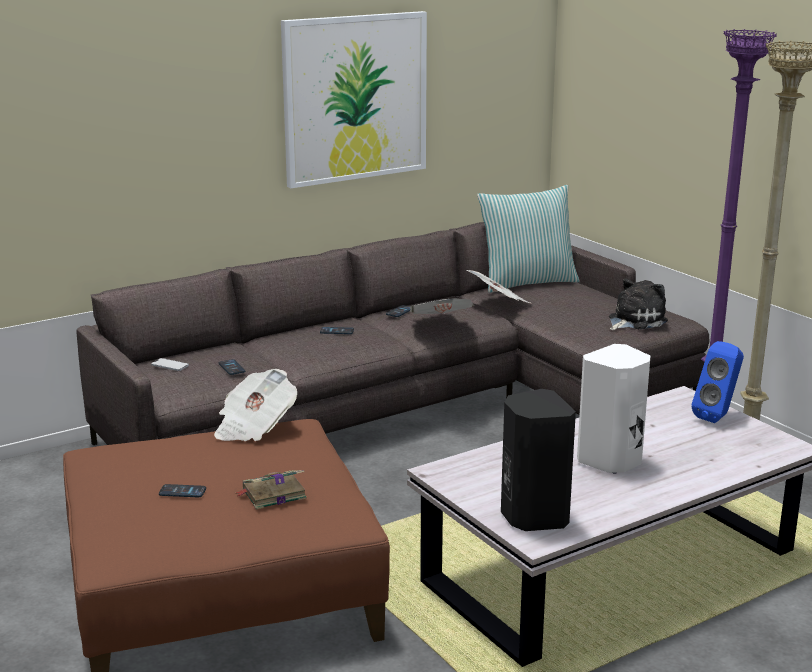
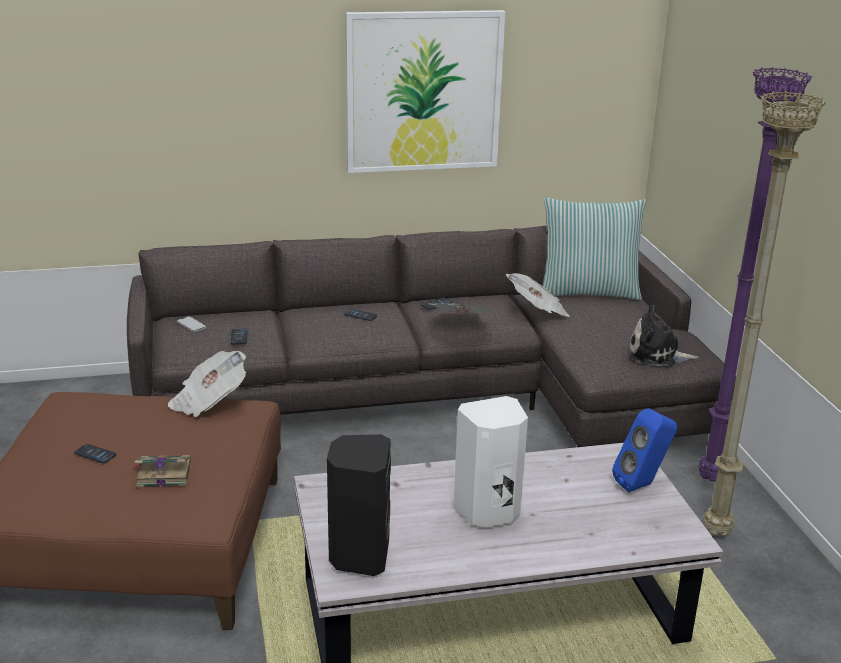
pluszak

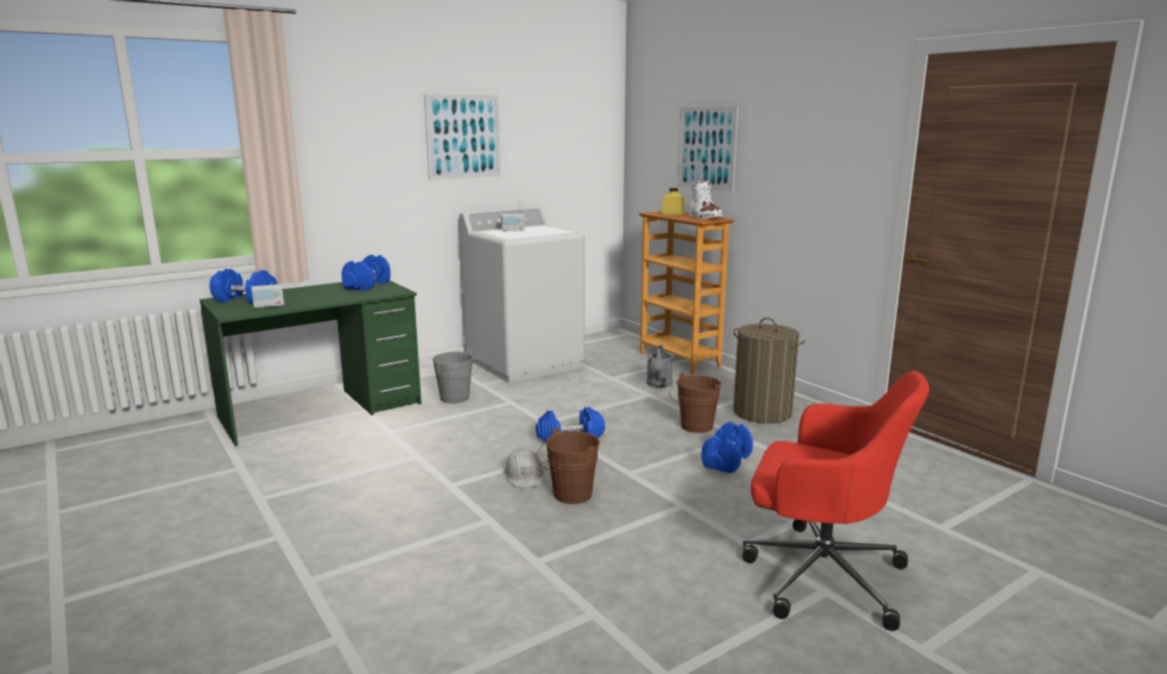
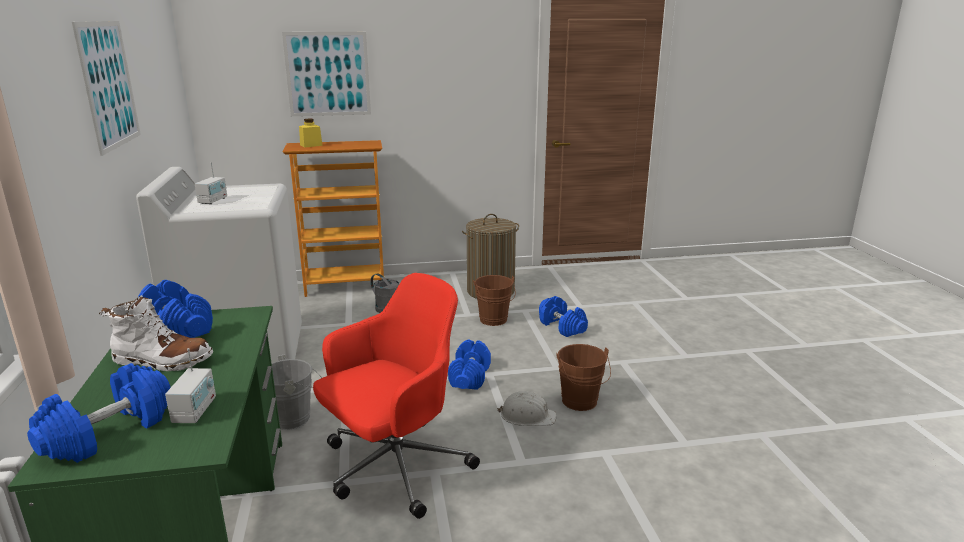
but z cholewką [biały]; krzesło biurowe [czerwony]

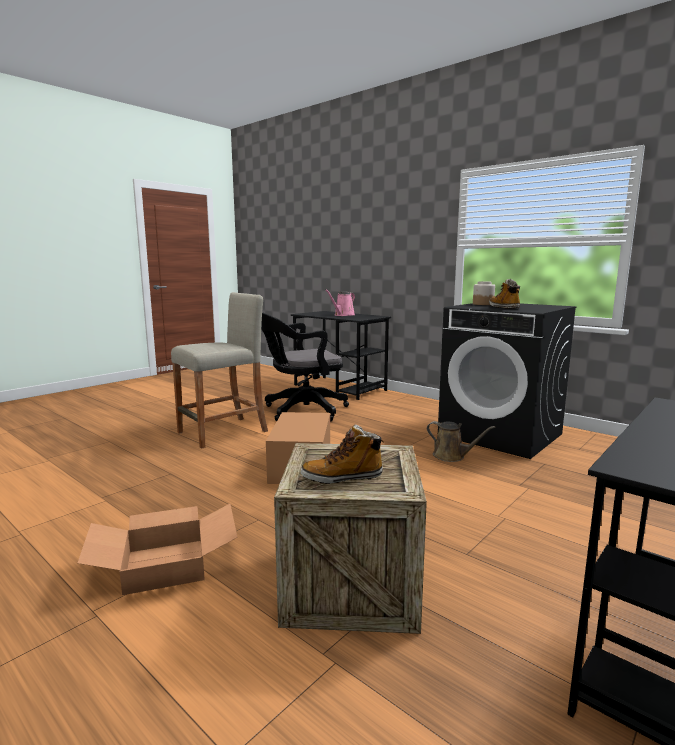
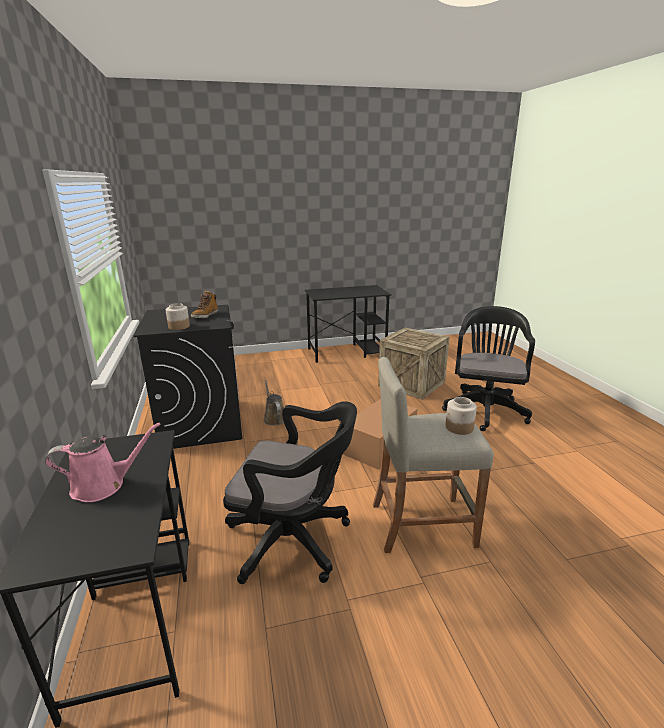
krzesło biurowe [czarny] (2nd from left); but z cholewką (1st from left in the first image); słoik (2nd from left)

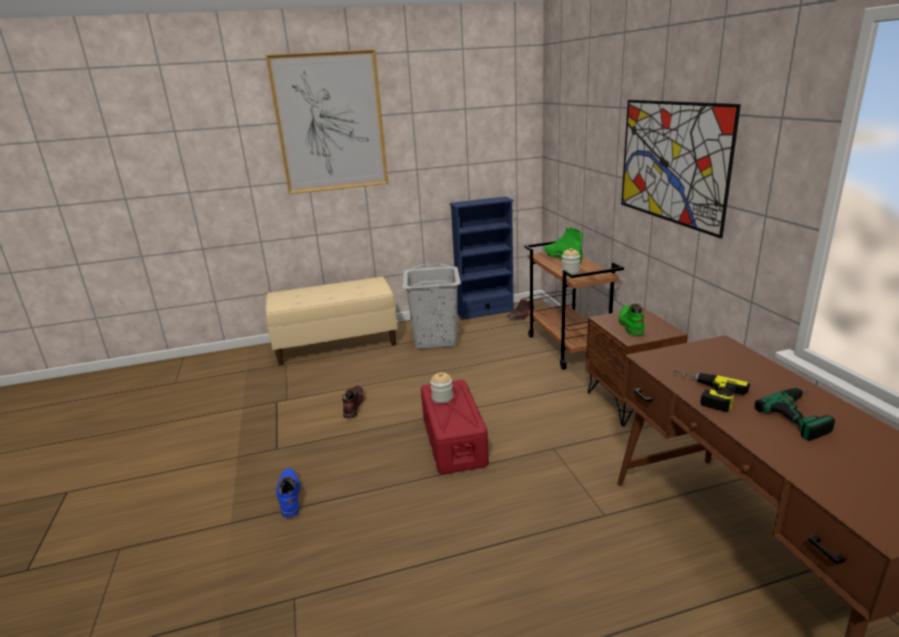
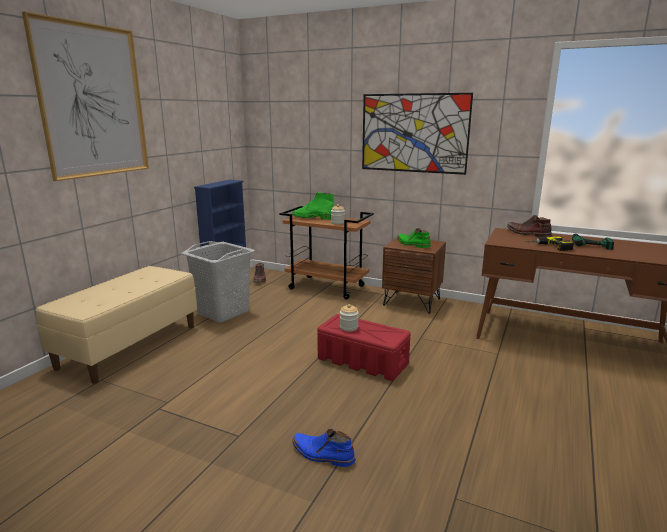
but z cholewką [brązowy] (2nd from left)

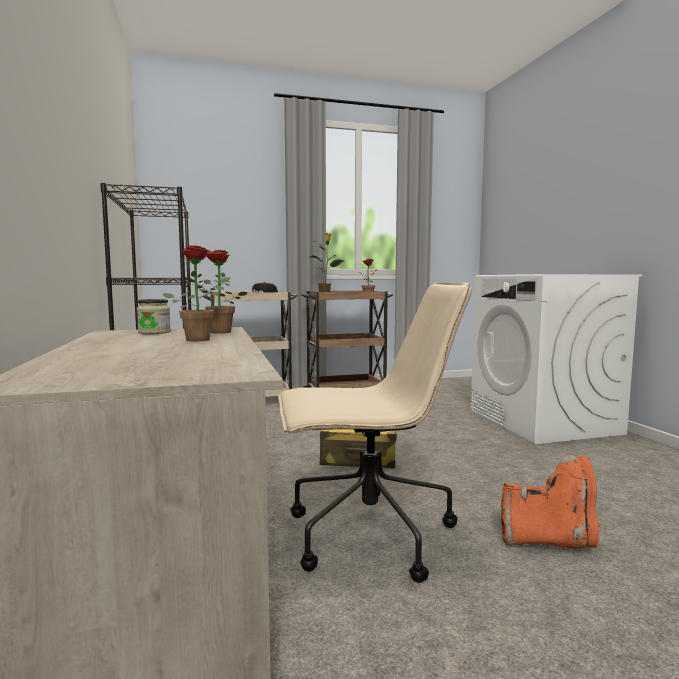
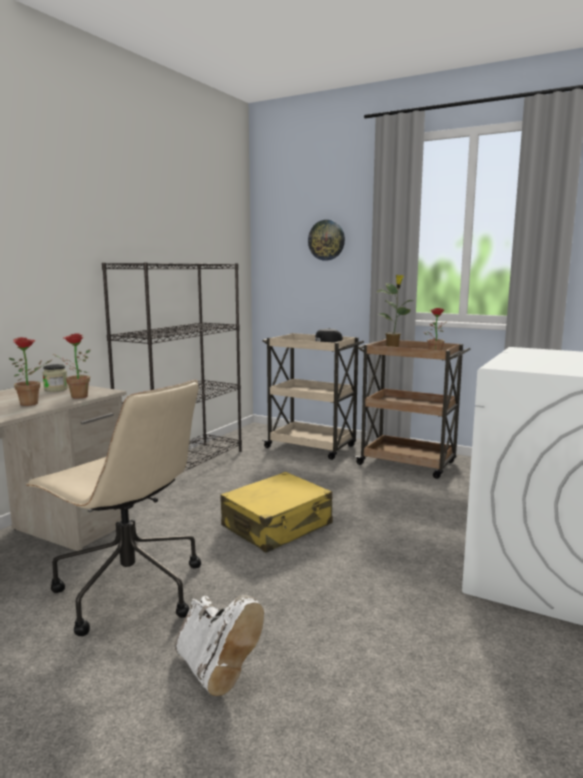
but z cholewką [biały]; zegar ścienny

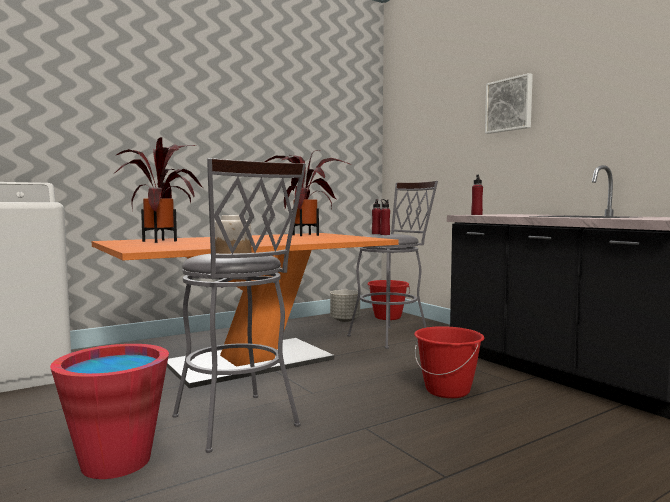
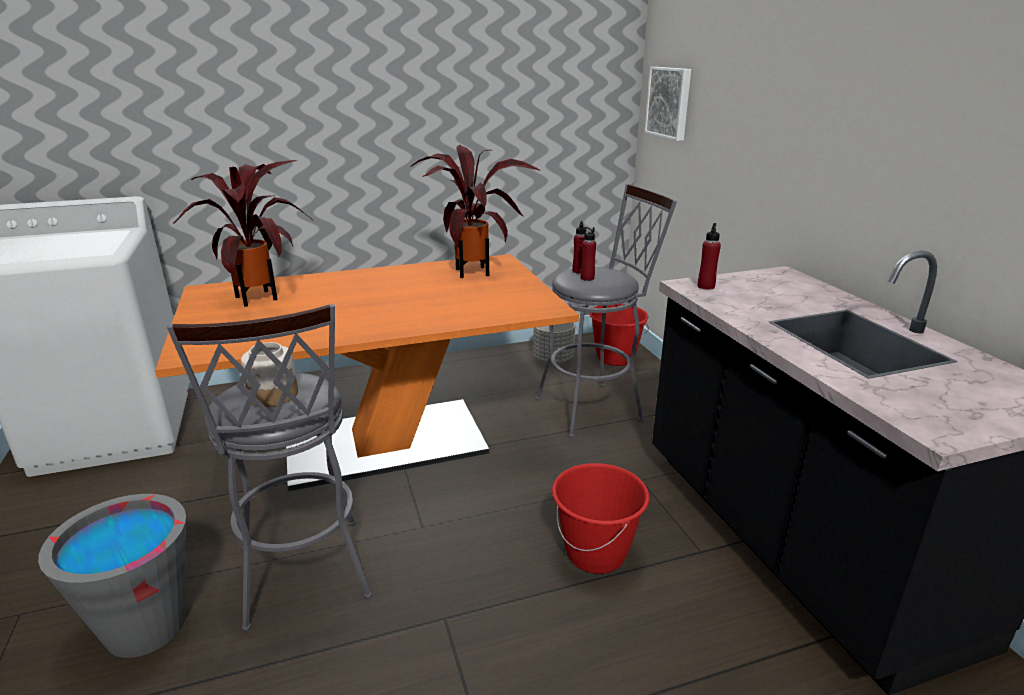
wiadro [szary]; obraz

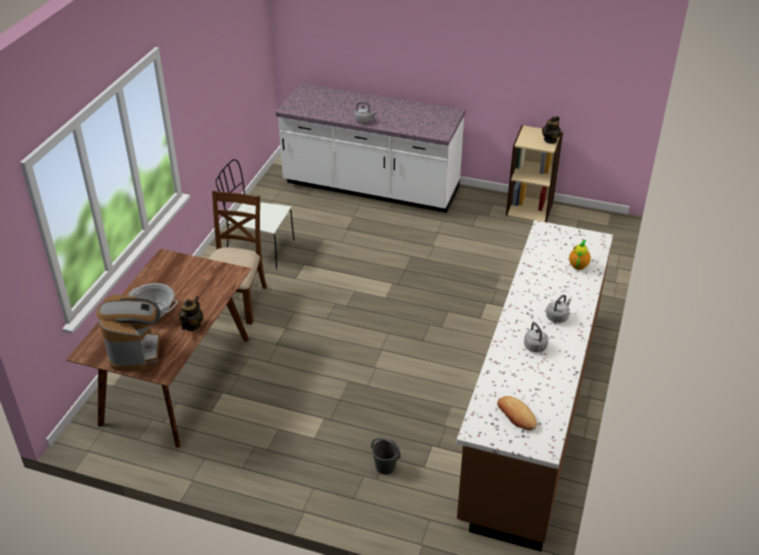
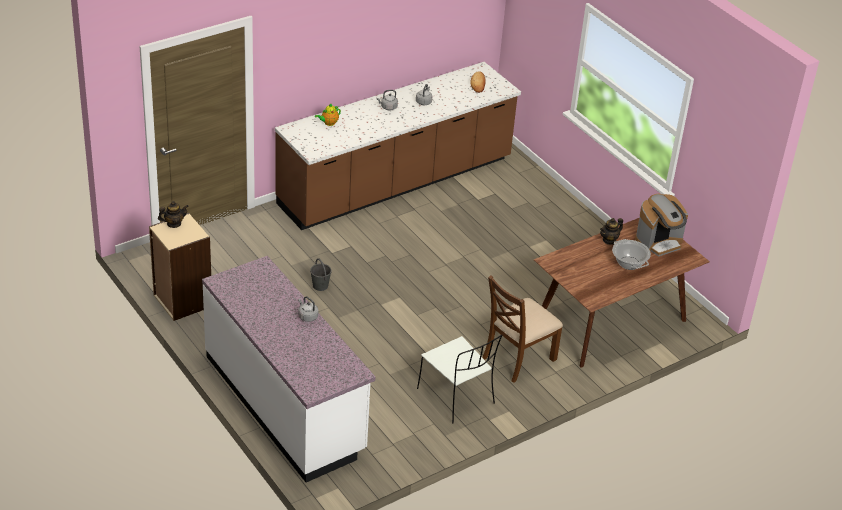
ekspres do kawy; wiadro [szary]

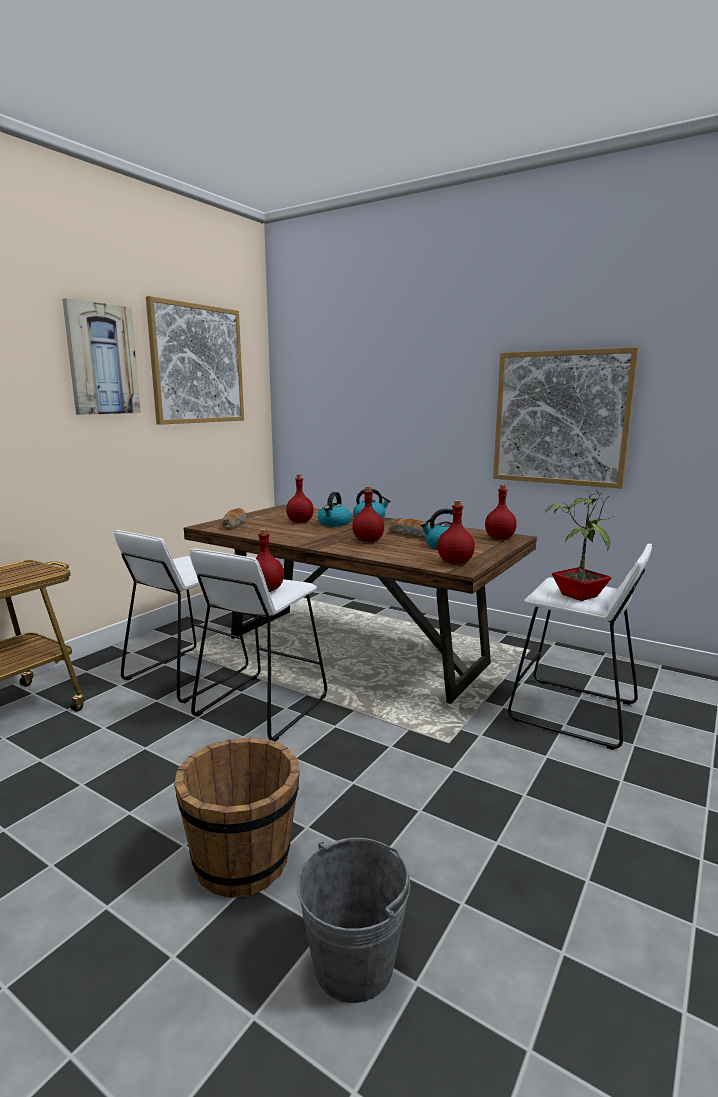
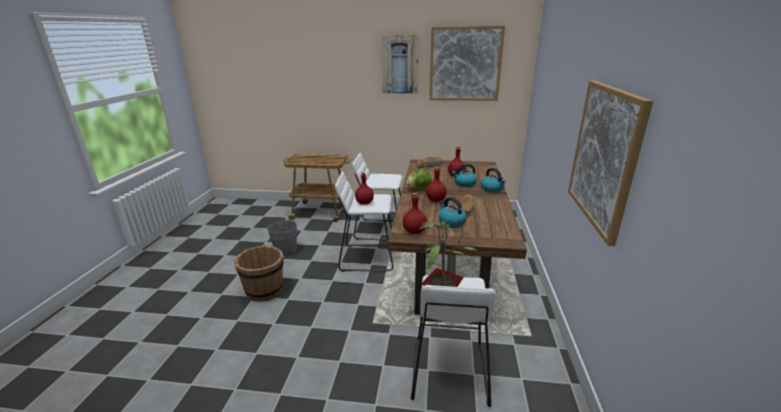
wiadro [szary]; butelka [czerwony] (5th from left in the first image); sałata

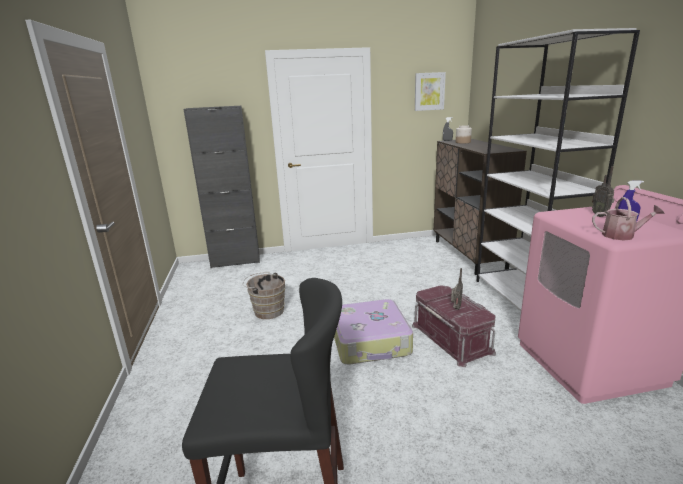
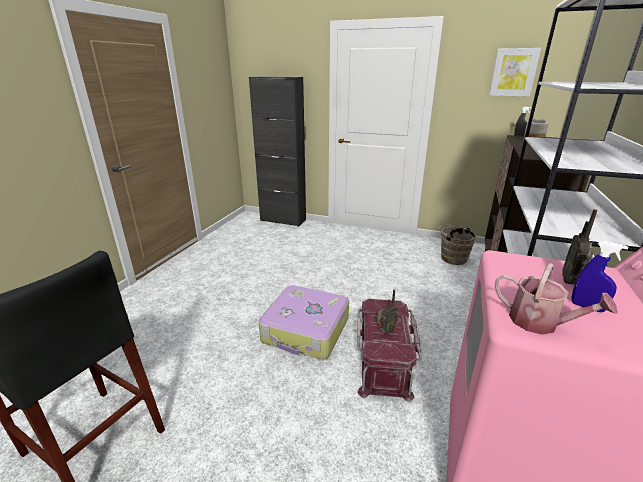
wiadro [brązowy]

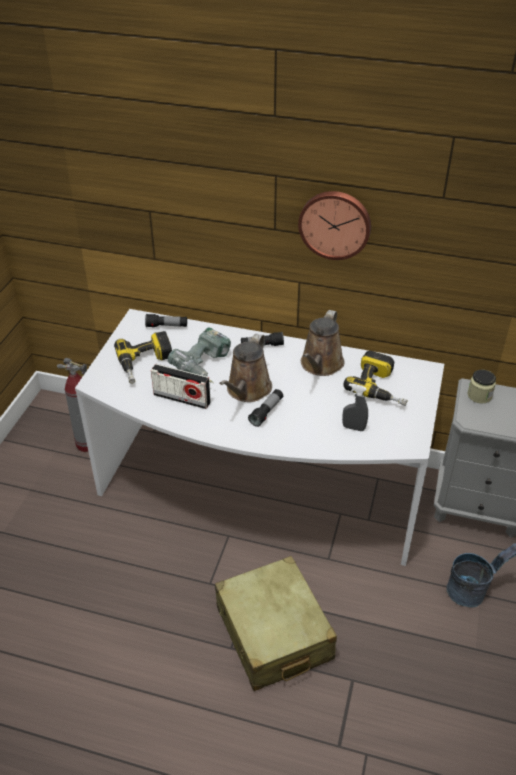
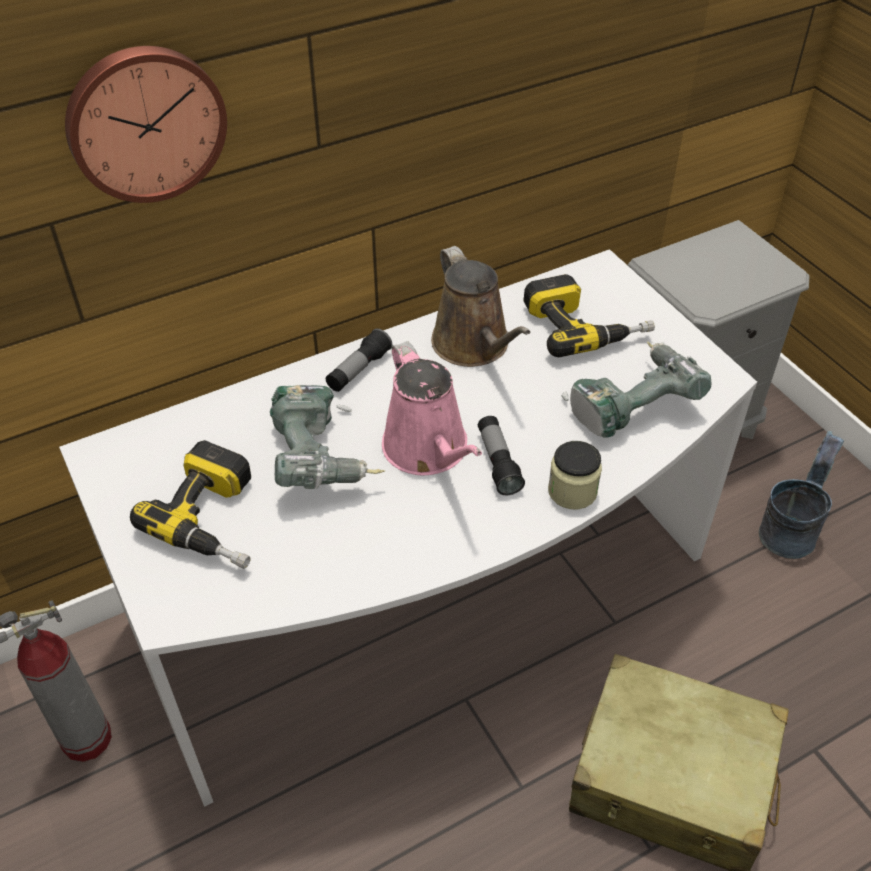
latarka (1st from left in the first image); radio; konewka [różowy]; zegar ścienny; wiertarka (4th from left); słoik

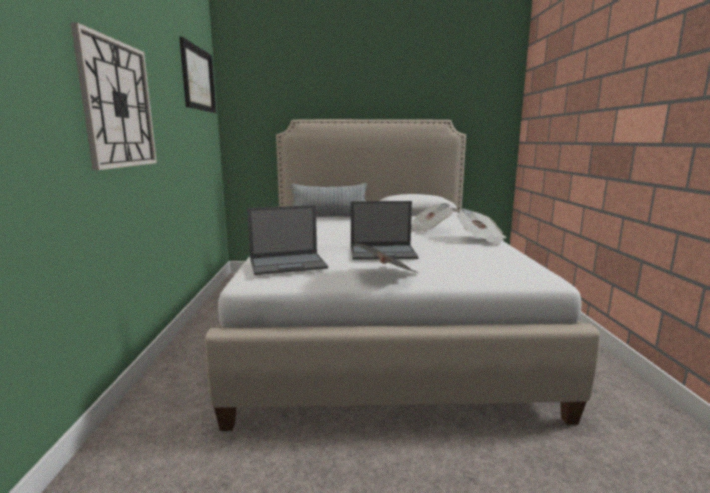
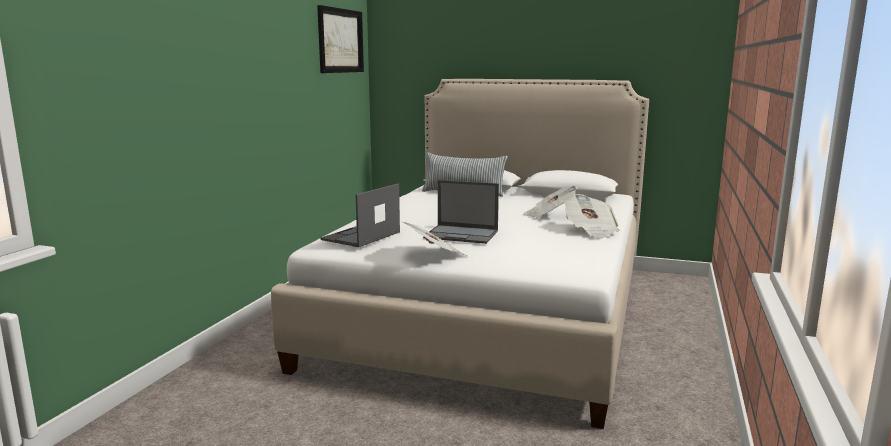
zegar ścienny; laptop (1st from left)

